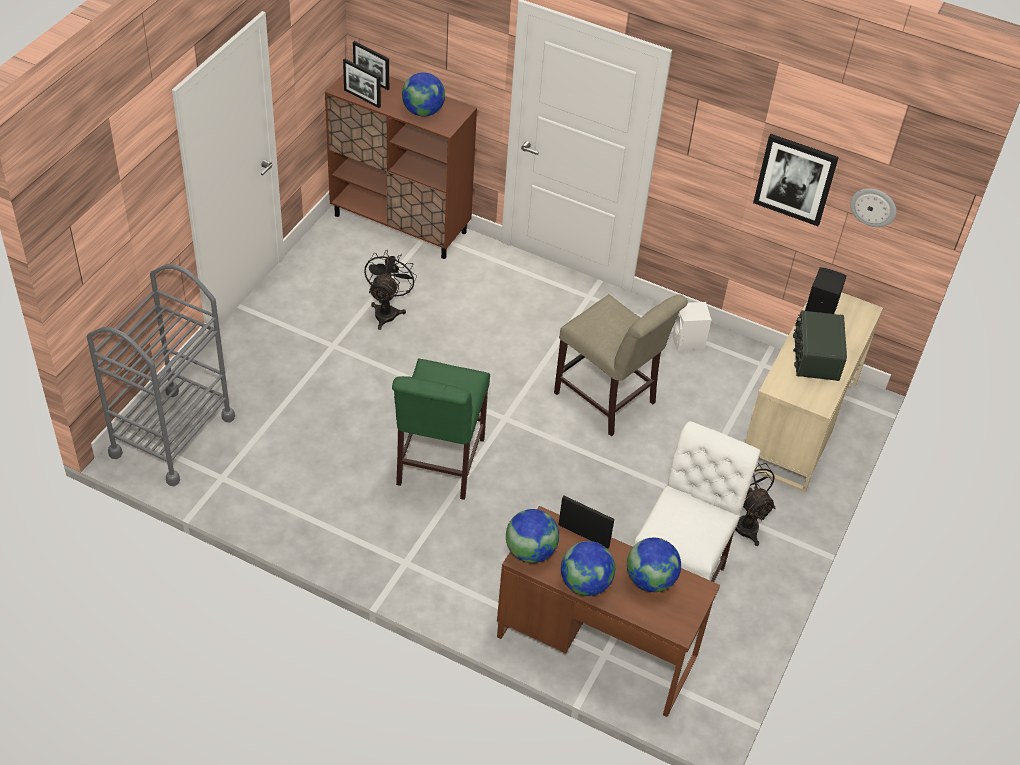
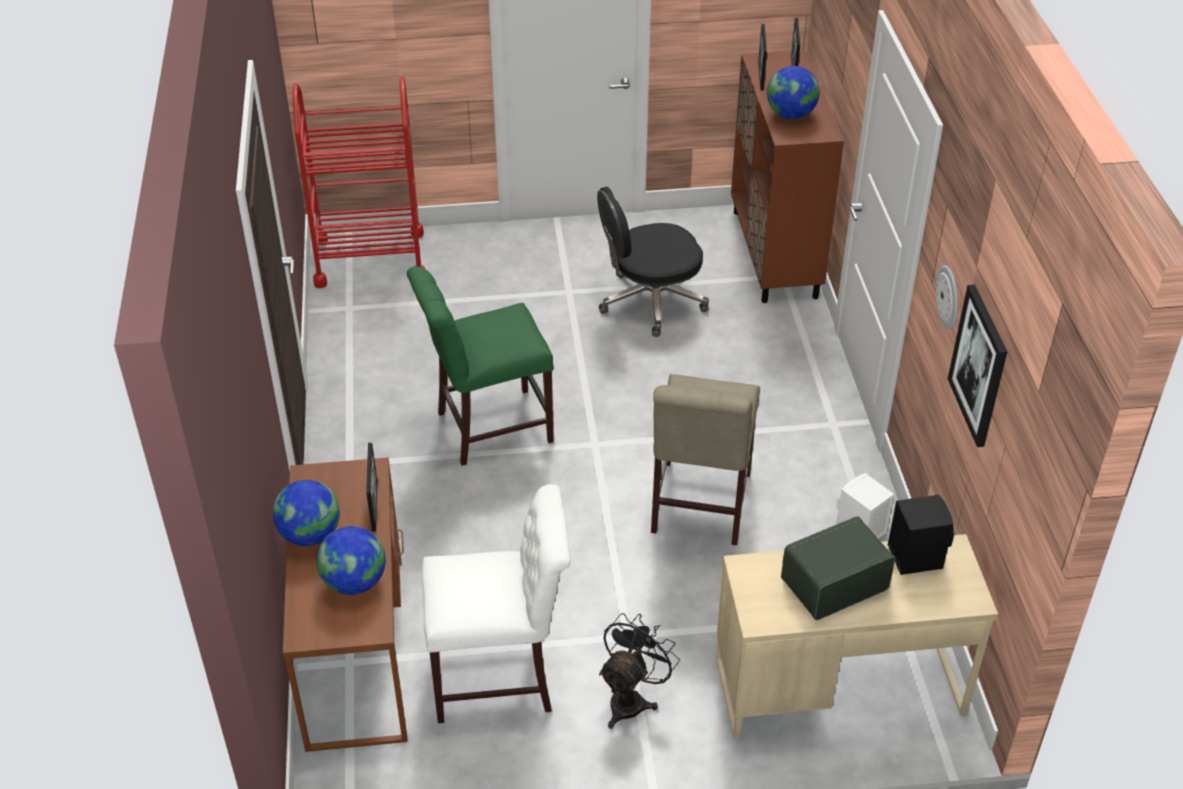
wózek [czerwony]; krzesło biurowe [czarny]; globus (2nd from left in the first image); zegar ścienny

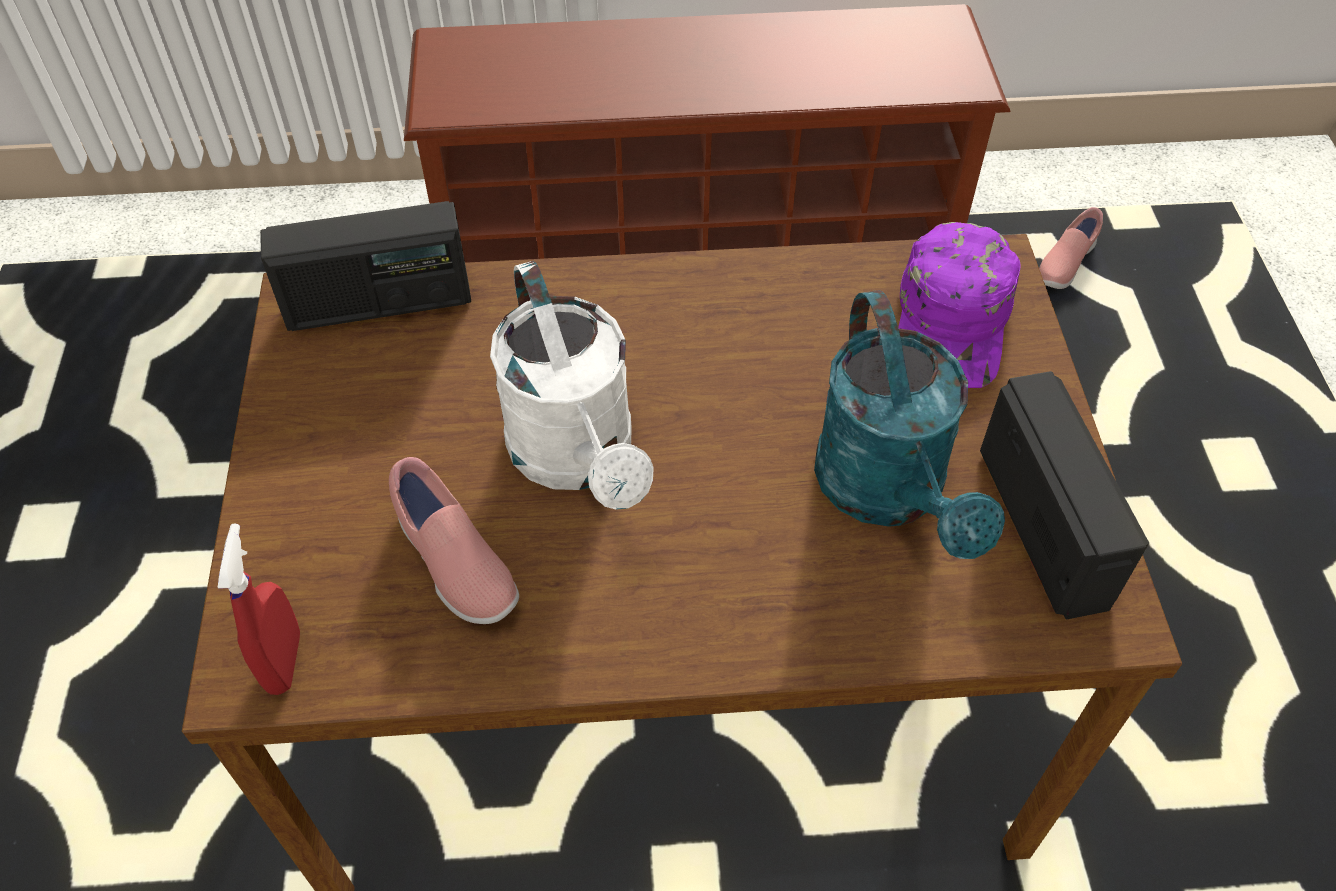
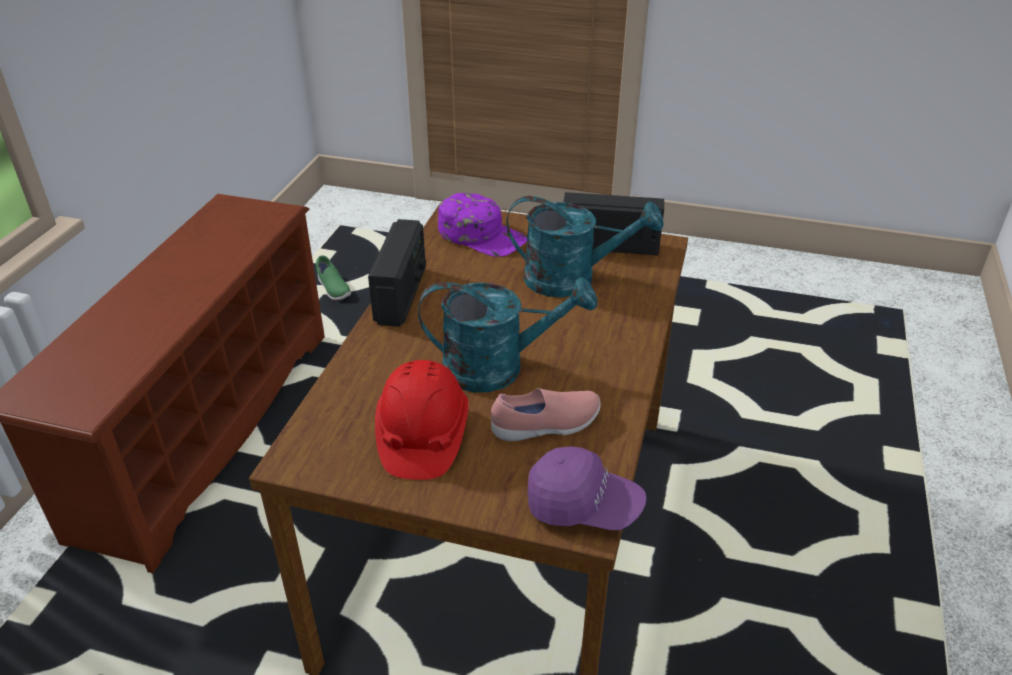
czapka z daszkiem [fioletowy] (2nd from left); radio (1st from left); konewka [turkusowy] (1st from left); but [zielony]; kask [czerwony]

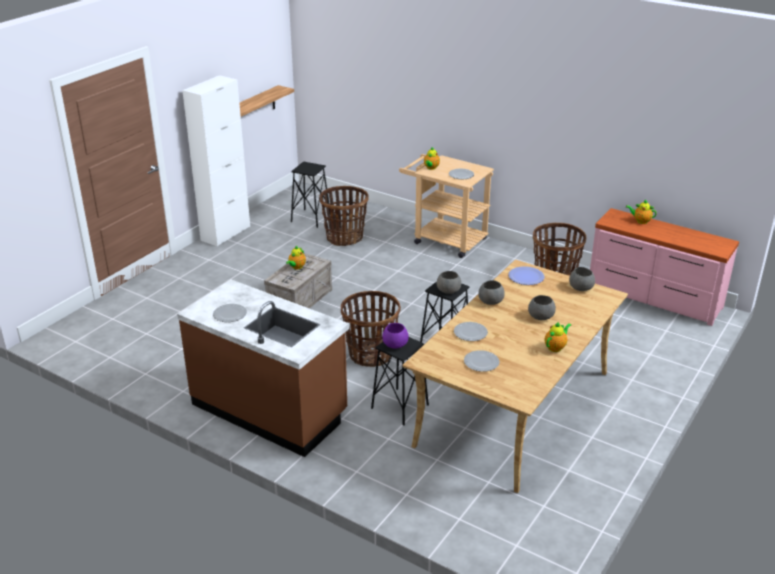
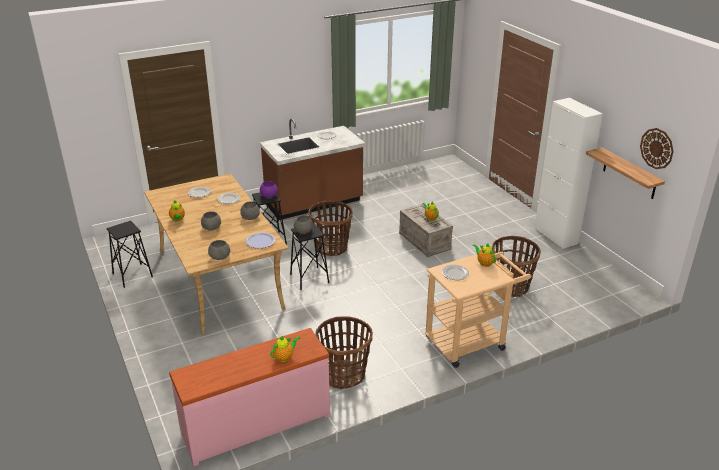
stołek [czarny] (1st from left); zegar ścienny

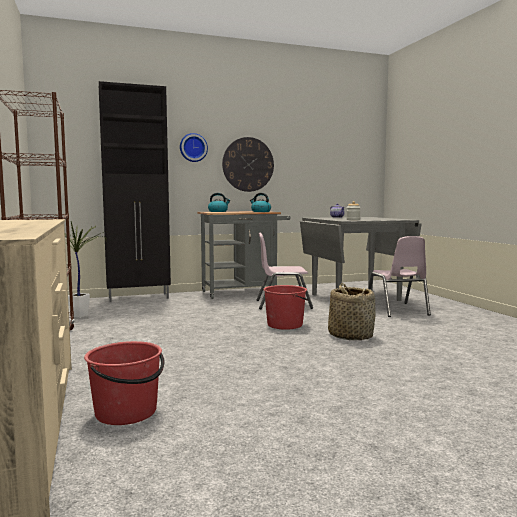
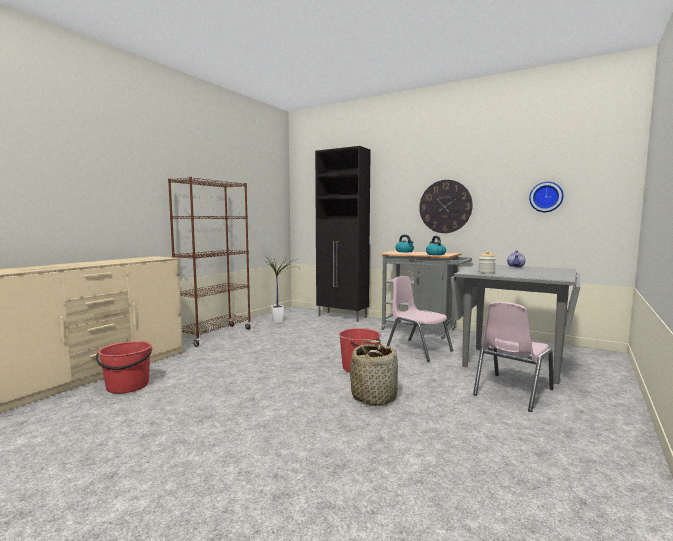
zegar ścienny (2nd from left)

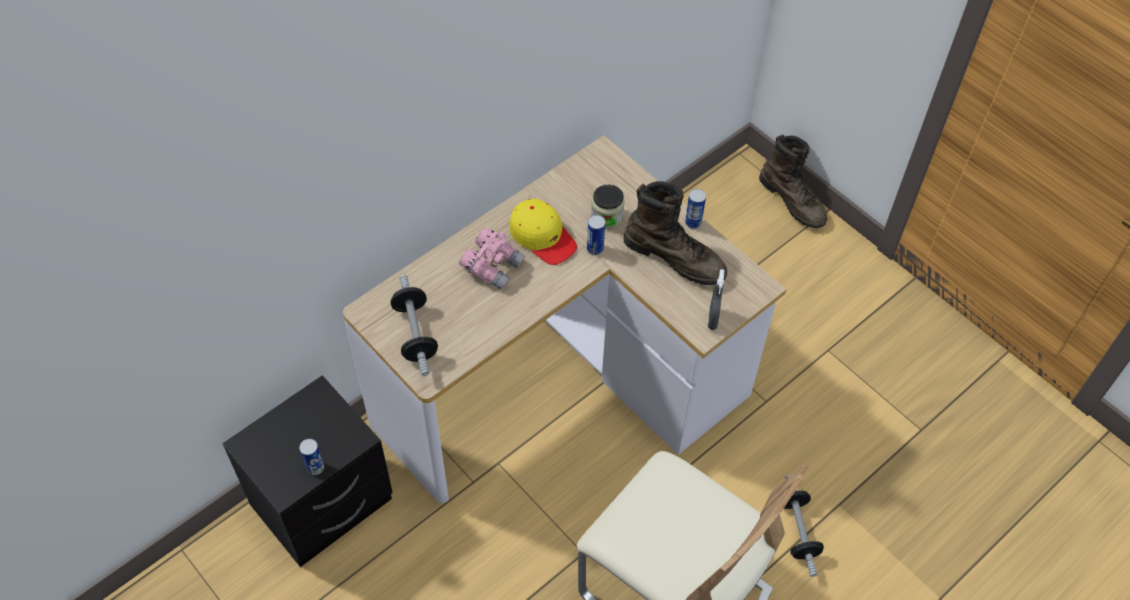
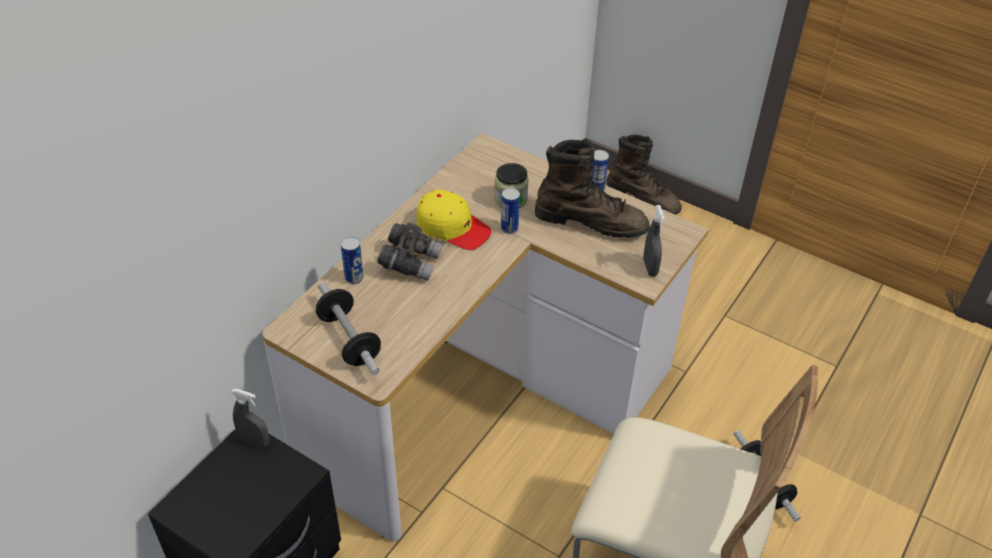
puszka (1st from left); lornetka [szary]; spryskiwacz [szary] (1st from left)

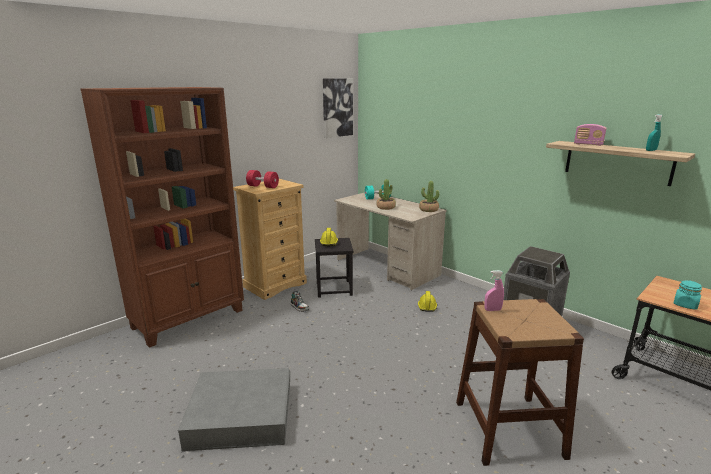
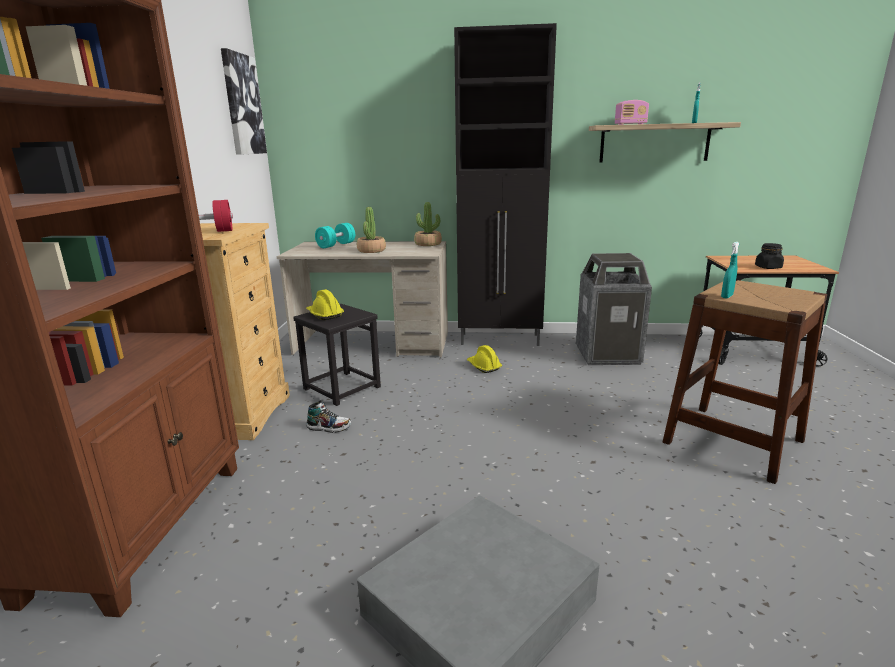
spryskiwacz [turkusowy] (2nd from left); słoik [czarny]; szafka [czarny]

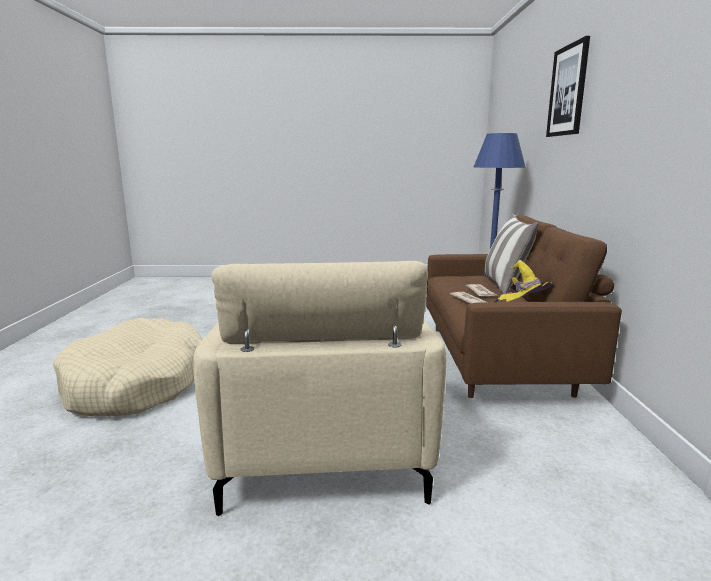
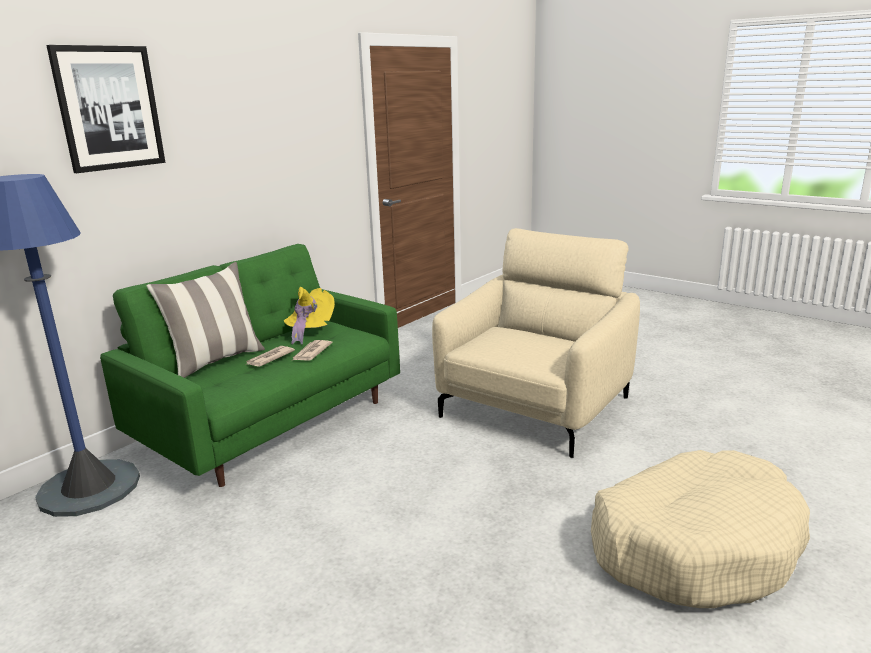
kanapa [zielony]

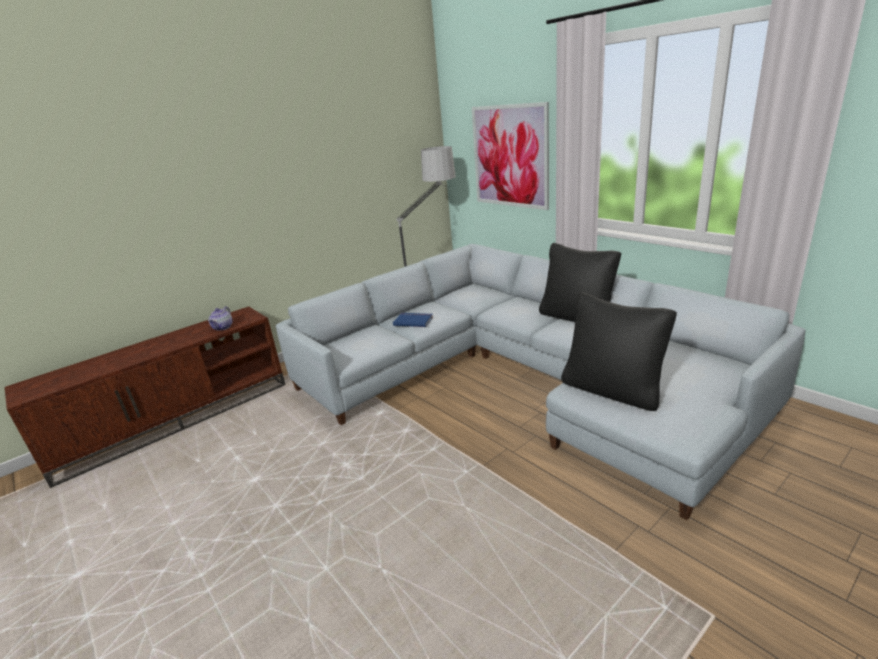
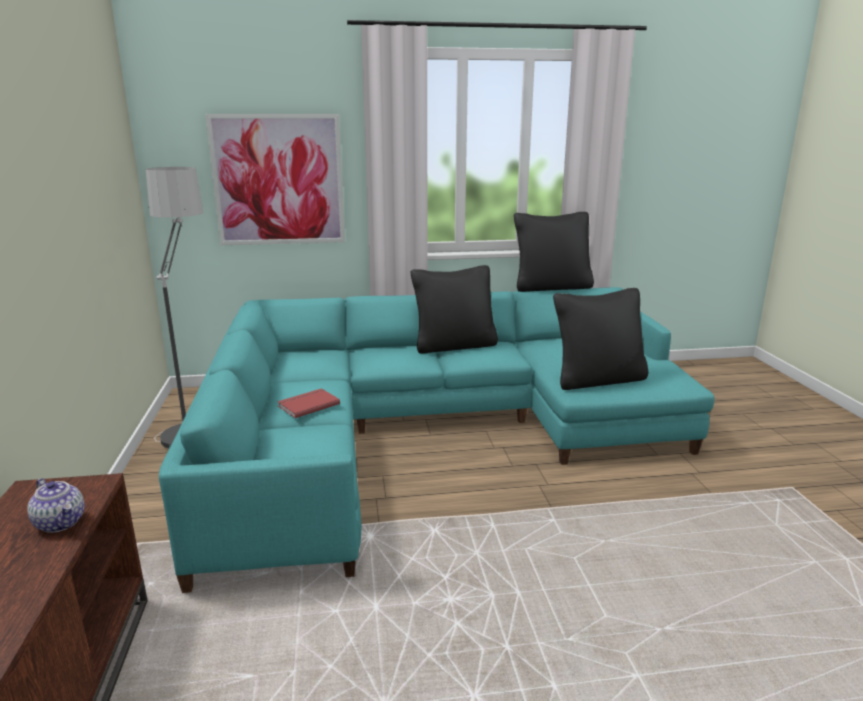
kanapa [turkusowy]; książka [czerwony]; poduszka [czarny] (2nd from left)

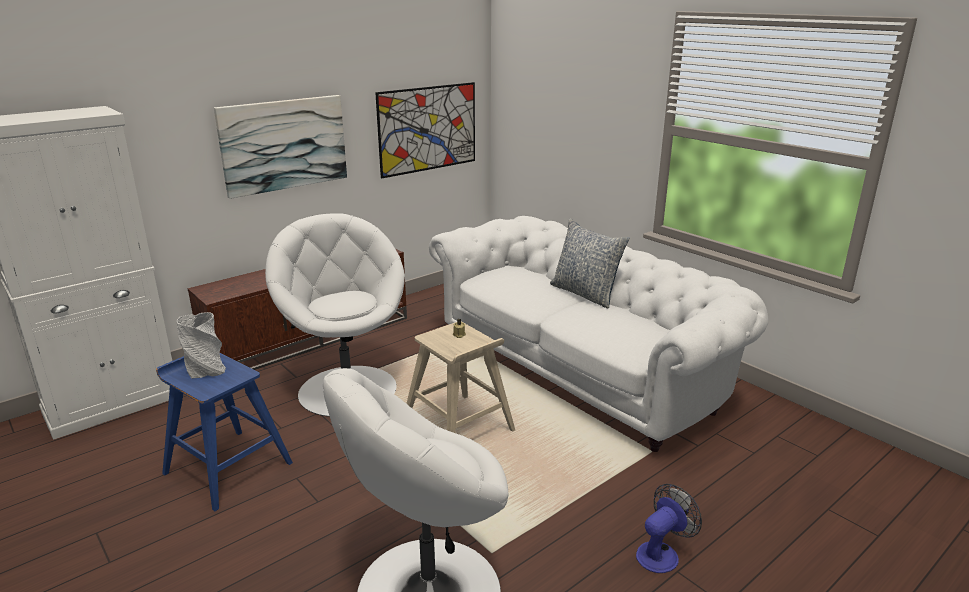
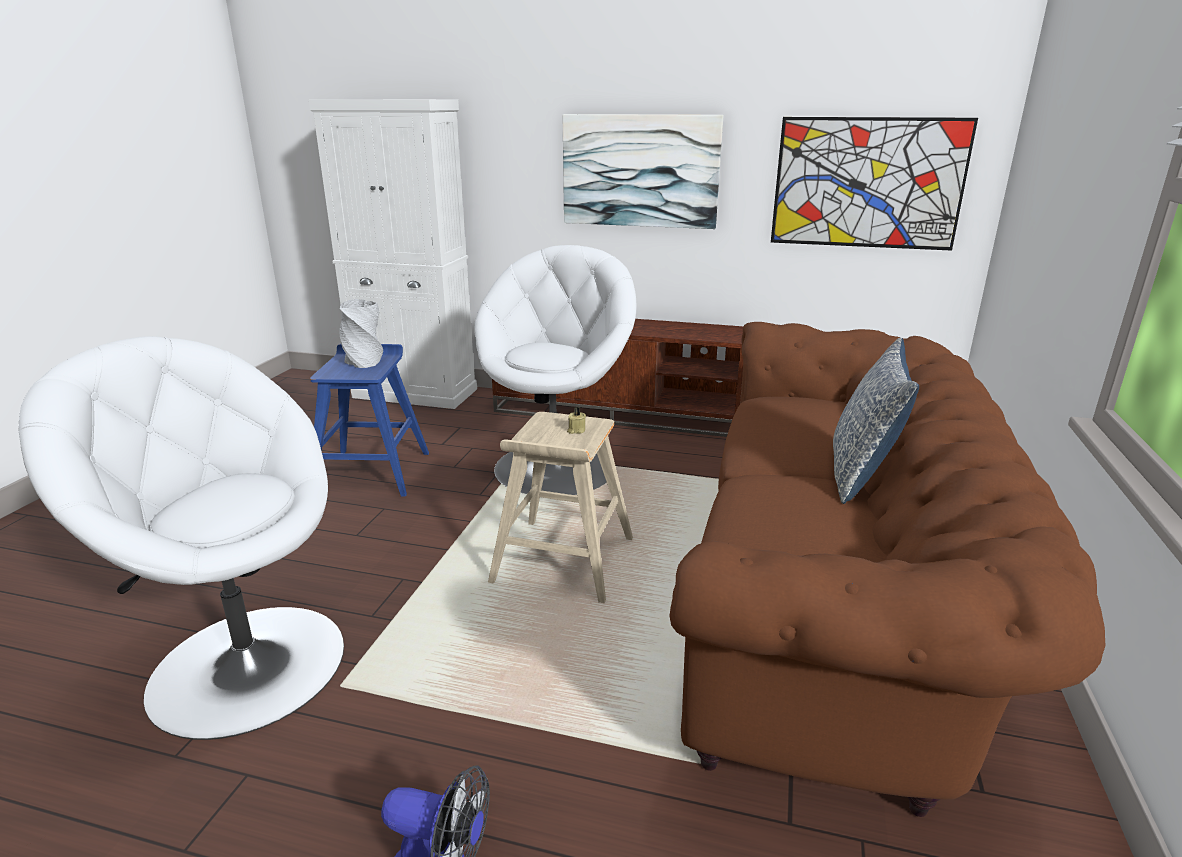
kanapa [brązowy]

